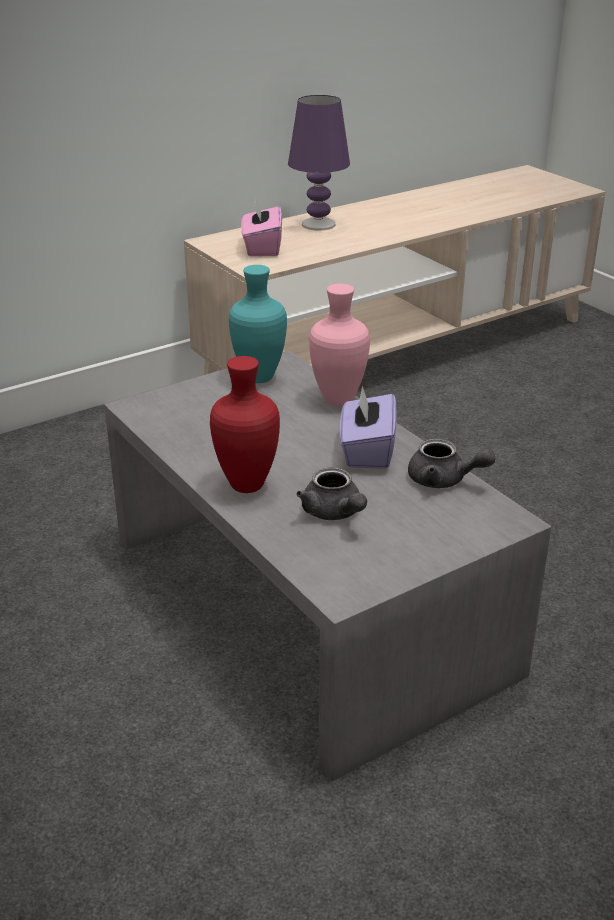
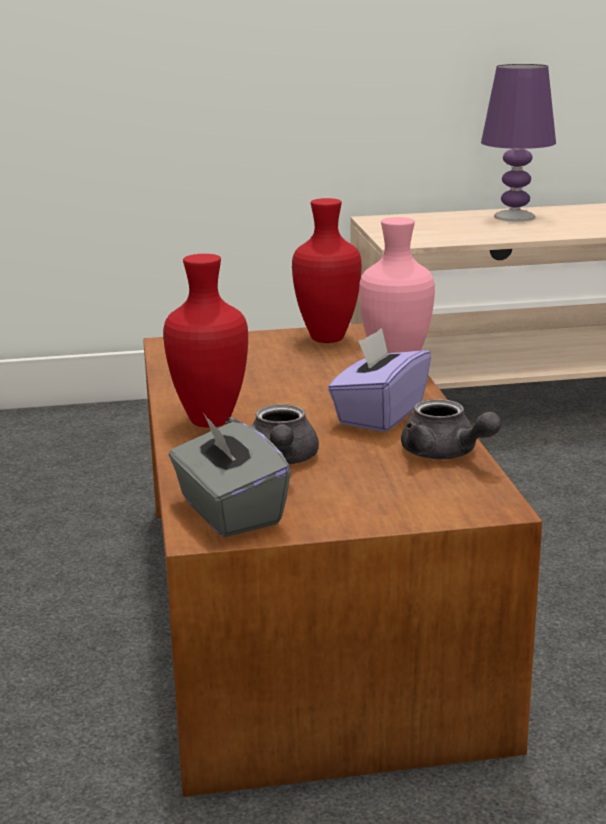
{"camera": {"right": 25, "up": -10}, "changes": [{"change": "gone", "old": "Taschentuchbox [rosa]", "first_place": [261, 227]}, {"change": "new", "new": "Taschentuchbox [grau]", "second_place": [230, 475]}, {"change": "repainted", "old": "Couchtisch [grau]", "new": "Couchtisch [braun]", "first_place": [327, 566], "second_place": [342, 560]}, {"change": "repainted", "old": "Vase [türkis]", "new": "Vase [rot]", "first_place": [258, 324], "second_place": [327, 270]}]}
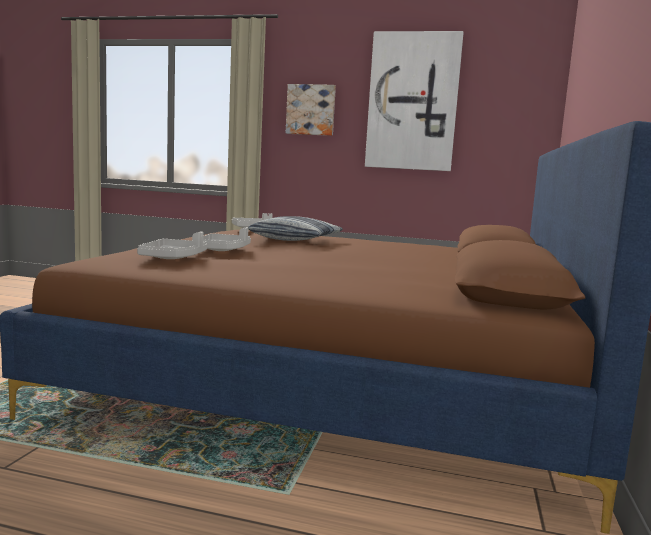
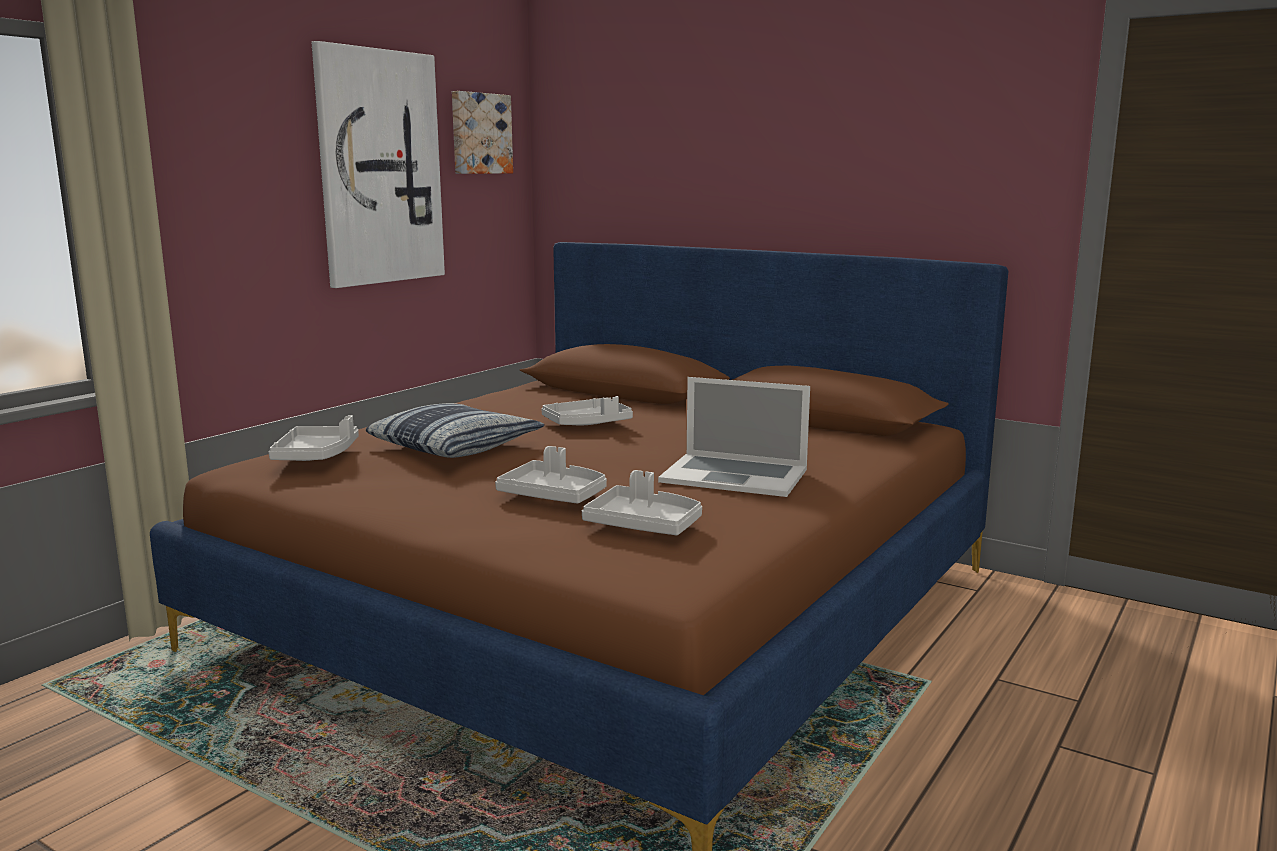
{"camera": {"right": -70, "up": 5}, "changes": [{"change": "new", "new": "Tablett [grau]", "second_place": [587, 410]}, {"change": "new", "new": "Laptop", "second_place": [734, 437]}, {"change": "shifted", "old": "Bild", "first_place": [311, 110], "second_place": [482, 132]}]}
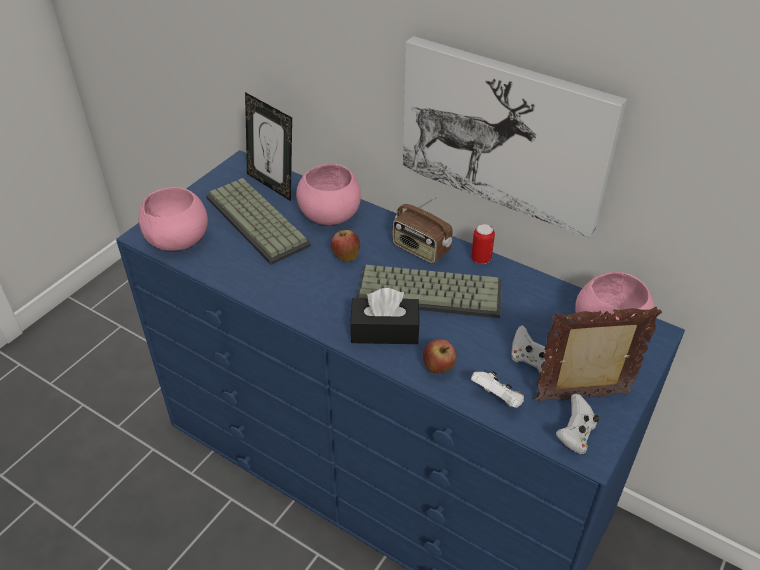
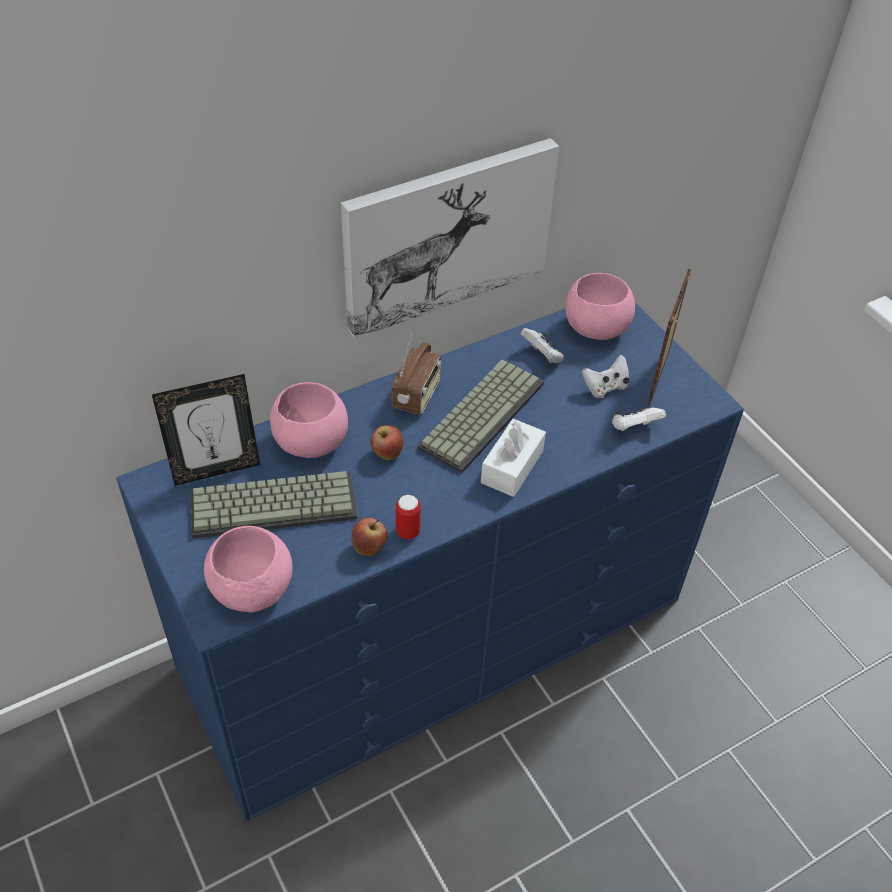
{"camera": {"right": -65, "up": 5}, "changes": [{"change": "shifted", "old": "Apfel", "first_place": [440, 356], "second_place": [369, 537]}, {"change": "shifted", "old": "Dose", "first_place": [483, 244], "second_place": [408, 517]}, {"change": "shifted", "old": "Gamepad [weiß]", "first_place": [577, 424], "second_place": [542, 345]}, {"change": "repainted", "old": "Taschentuchbox [schwarz]", "new": "Taschentuchbox [weiß]", "first_place": [385, 316], "second_place": [513, 458]}, {"change": "rotated", "old": "Radio", "first_place": [422, 230], "second_place": [416, 374], "degrees": -45}]}
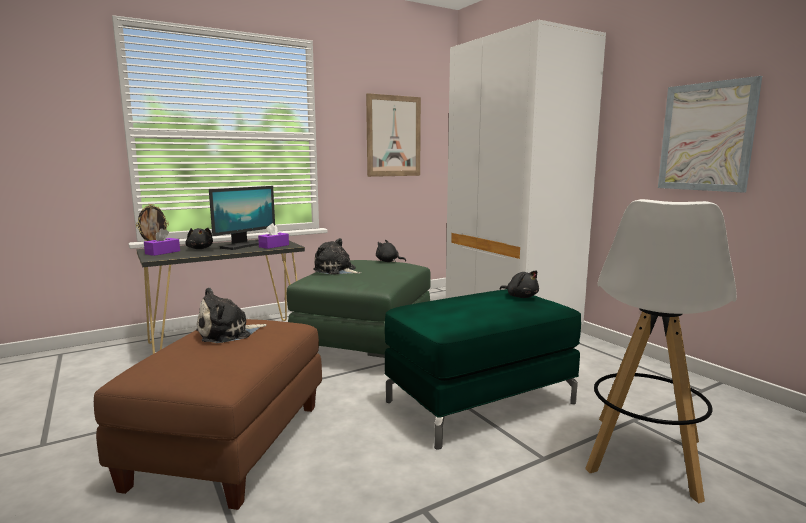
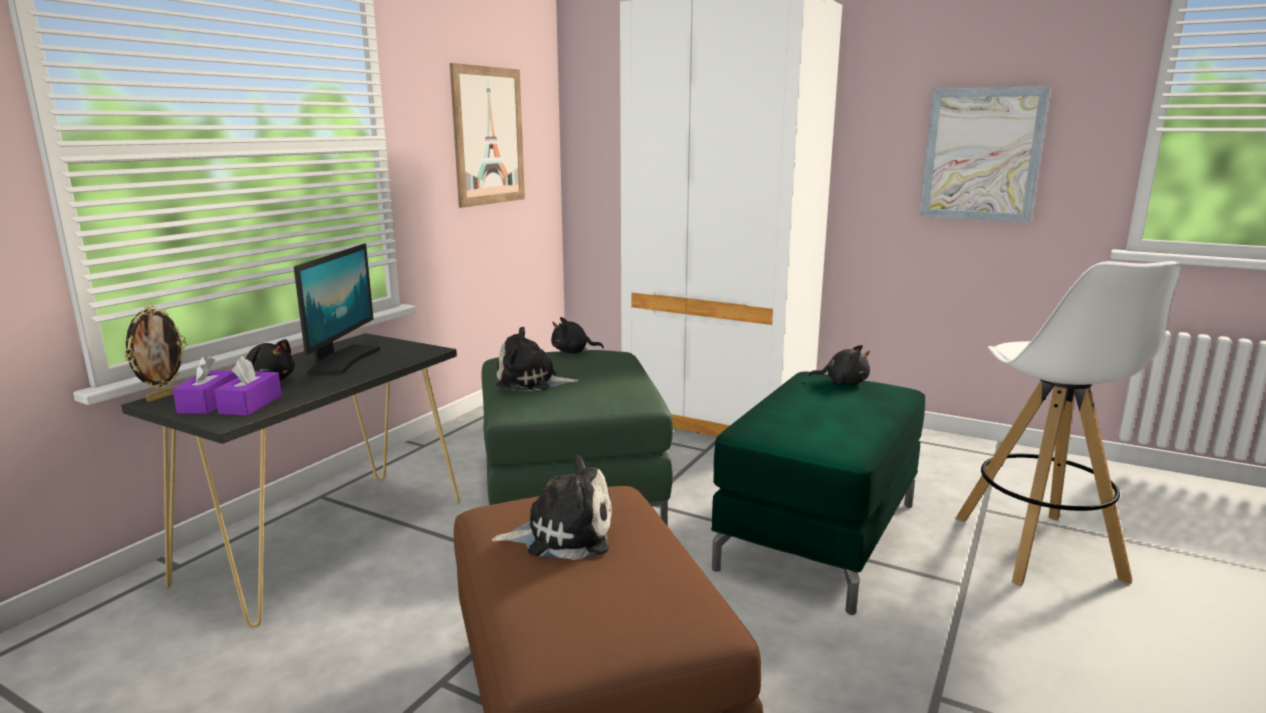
{"camera": {"right": -30, "up": 5}, "changes": [{"change": "shifted", "old": "Taschentuchbox [lila]", "first_place": [273, 236], "second_place": [248, 386]}, {"change": "rotated", "old": "Plüschtier", "first_place": [231, 315], "second_place": [552, 507], "degrees": -120}]}
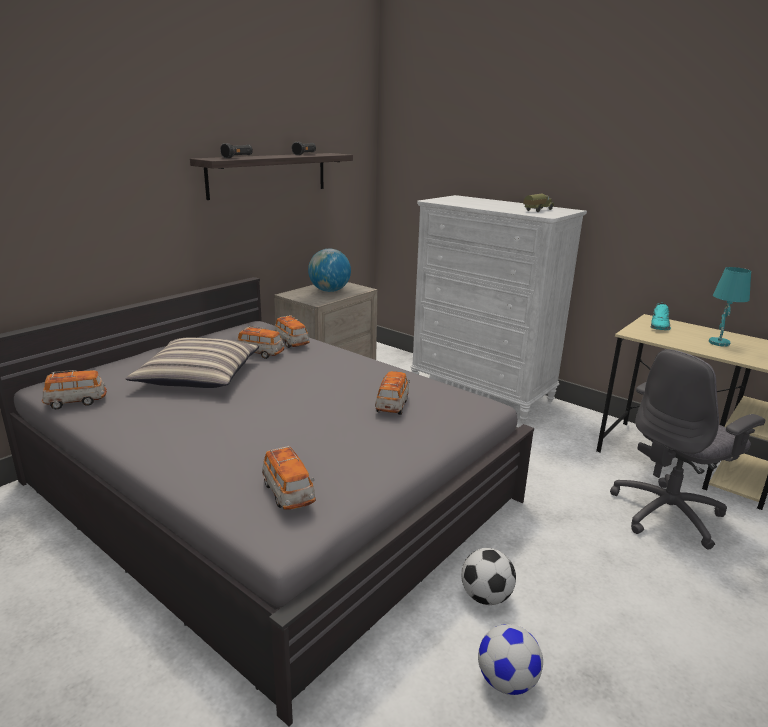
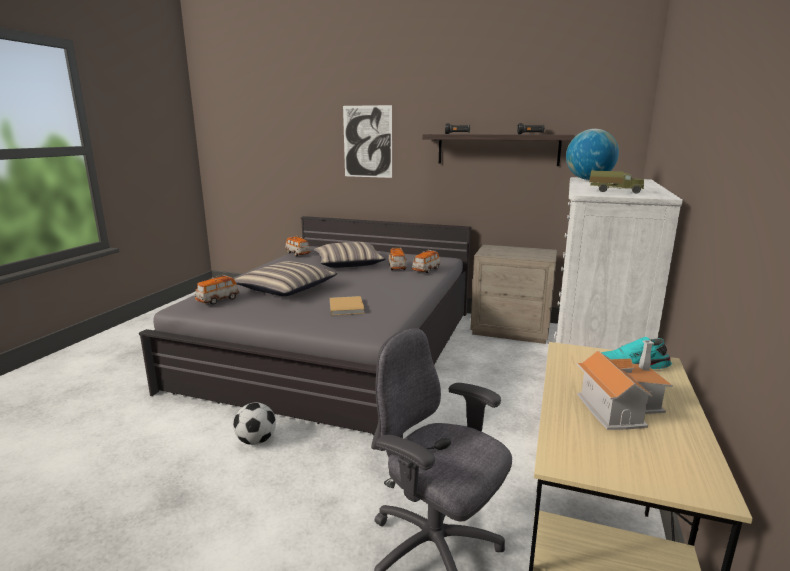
{"camera": {"right": 70, "up": -5}, "changes": [{"change": "gone", "old": "Fußball", "first_place": [510, 659]}, {"change": "new", "new": "Kissen", "second_place": [285, 278]}, {"change": "new", "new": "Bild", "second_place": [367, 141]}, {"change": "shifted", "old": "Globus", "first_place": [329, 270], "second_place": [592, 154]}, {"change": "swapped", "old": "Spielzeugauto", "new": "Buch [beige]", "first_place": [392, 393], "second_place": [347, 306]}, {"change": "swapped", "old": "Tischlampe [türkis]", "new": "Spielzeughaus", "first_place": [729, 307], "second_place": [625, 385]}]}
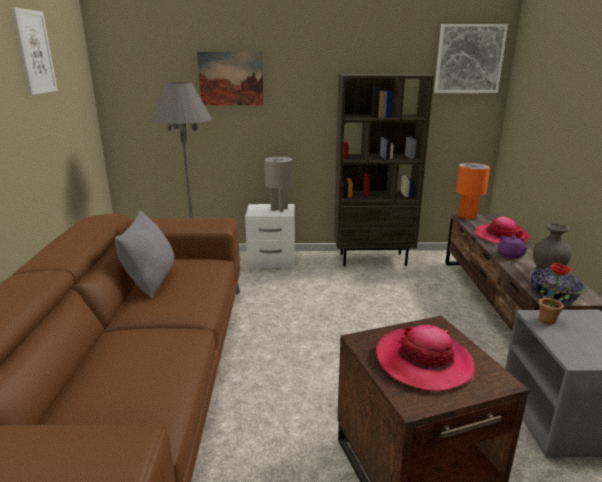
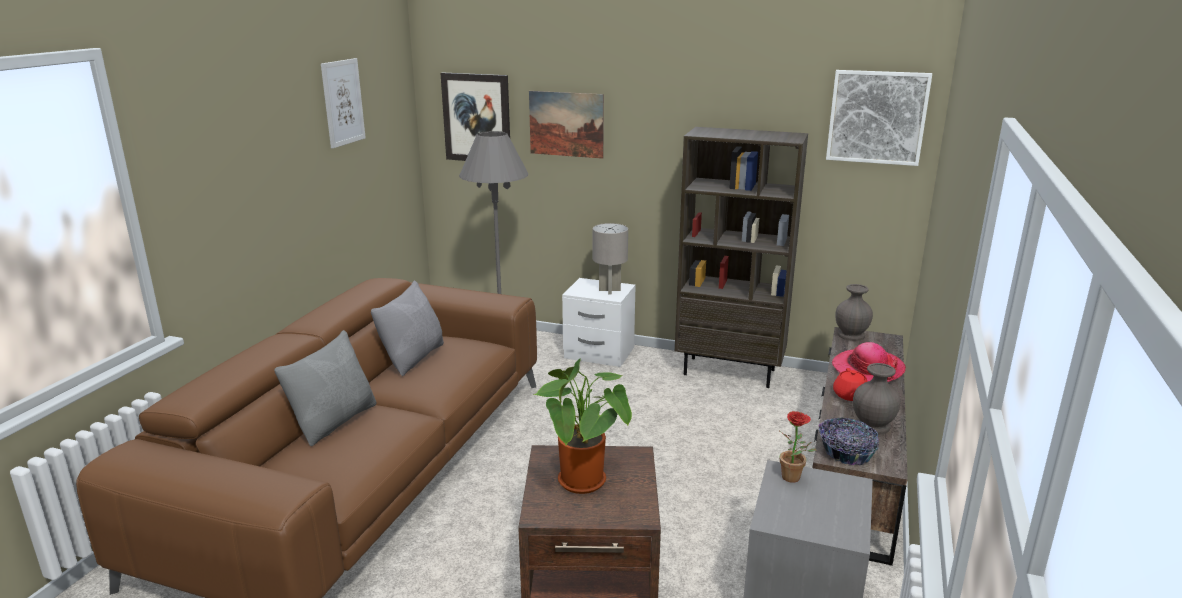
{"camera": {"right": 20, "up": 0}, "changes": [{"change": "new", "new": "Kissen [grau]", "second_place": [325, 388]}, {"change": "new", "new": "Bild", "second_place": [475, 116]}, {"change": "swapped", "old": "Hut", "new": "Topfpflanze", "first_place": [425, 358], "second_place": [582, 426]}, {"change": "swapped", "old": "Tischlampe [orange]", "new": "Vase [grau]", "first_place": [473, 191], "second_place": [854, 312]}, {"change": "repainted", "old": "Teekanne [lila]", "new": "Teekanne [rot]", "first_place": [513, 246], "second_place": [850, 384]}]}
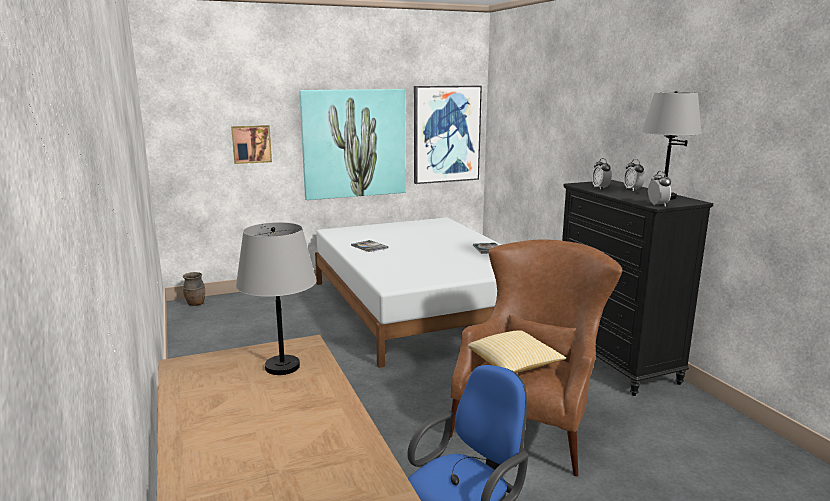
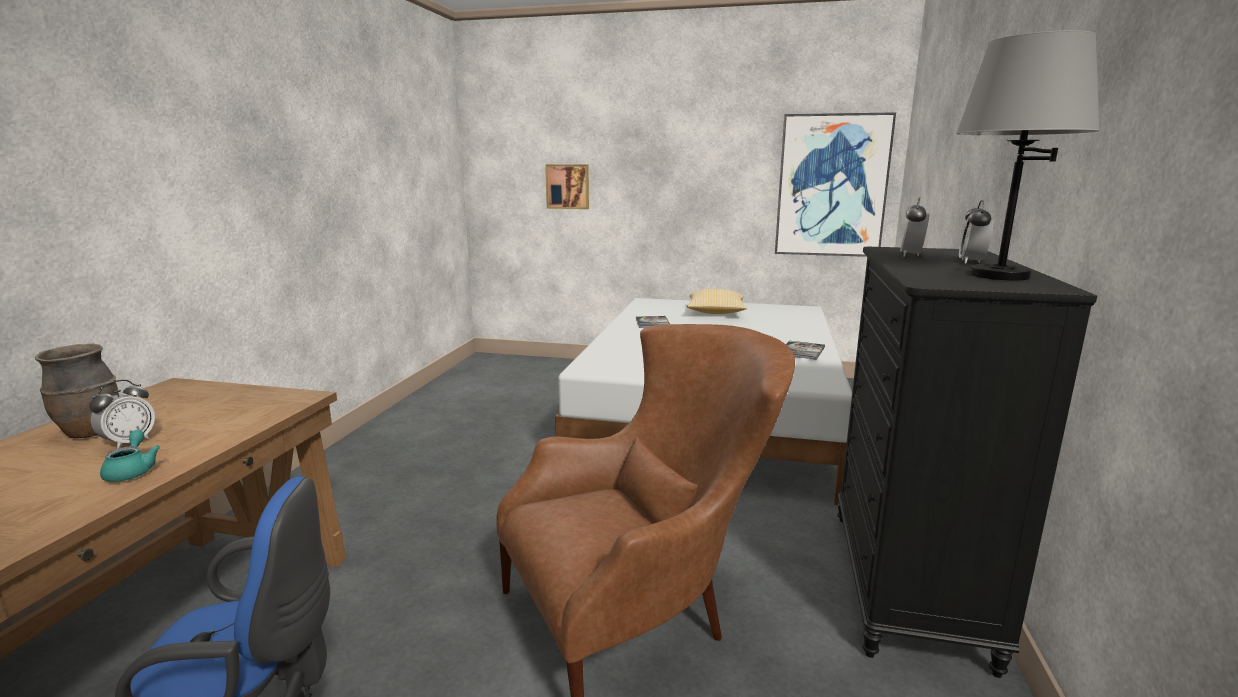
{"camera": {"right": 35, "up": 0}, "changes": [{"change": "gone", "old": "Tischlampe [grau]", "first_place": [276, 298]}, {"change": "gone", "old": "Bild", "first_place": [352, 144]}, {"change": "new", "new": "Teekanne [türkis]", "second_place": [130, 456]}, {"change": "shifted", "old": "Vase [braun]", "first_place": [194, 289], "second_place": [76, 390]}, {"change": "shifted", "old": "Kissen", "first_place": [517, 351], "second_place": [717, 301]}, {"change": "shifted", "old": "Wecker", "first_place": [659, 189], "second_place": [122, 414]}]}
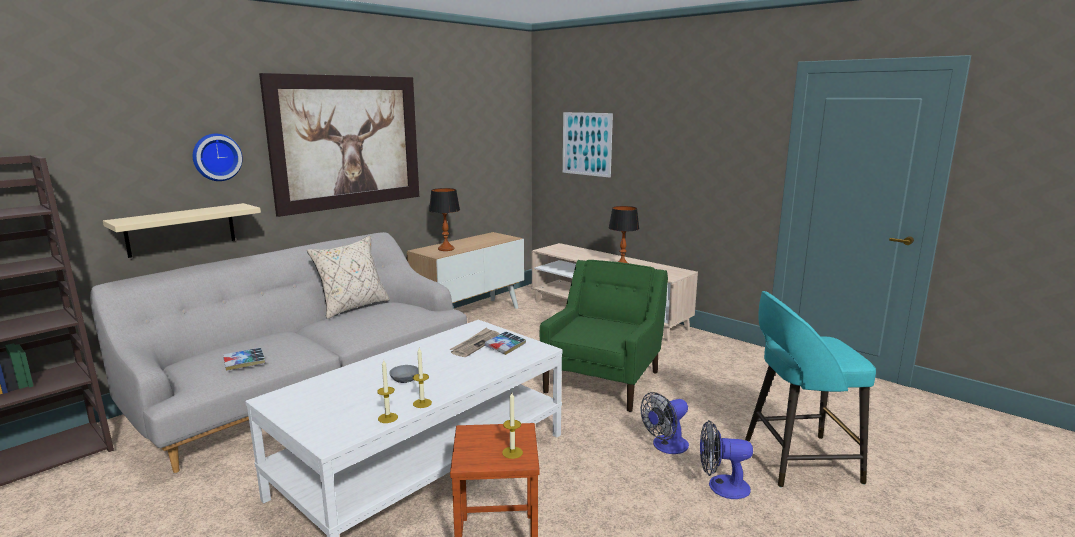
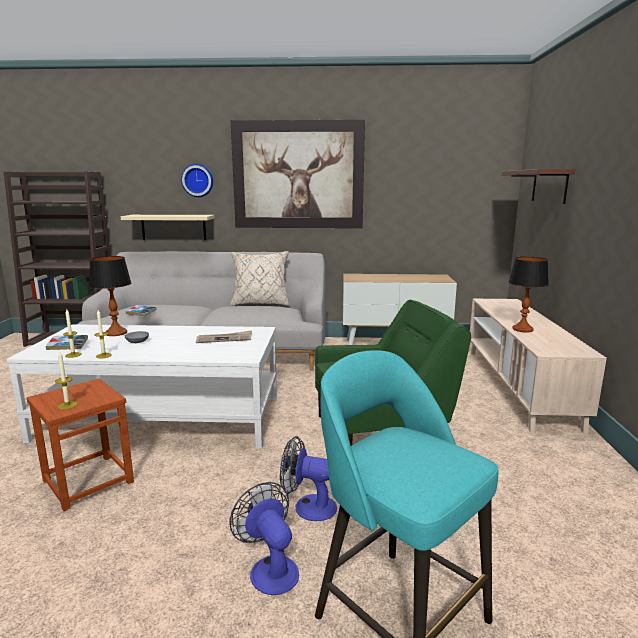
{"camera": {"right": 50, "up": 0}, "changes": [{"change": "shifted", "old": "Tischlampe", "first_place": [444, 219], "second_place": [110, 296]}, {"change": "shifted", "old": "Buch", "first_place": [505, 343], "second_place": [66, 342]}, {"change": "swapped", "old": "Bild", "new": "Wandregal [braun]", "first_place": [588, 145], "second_place": [538, 186]}]}
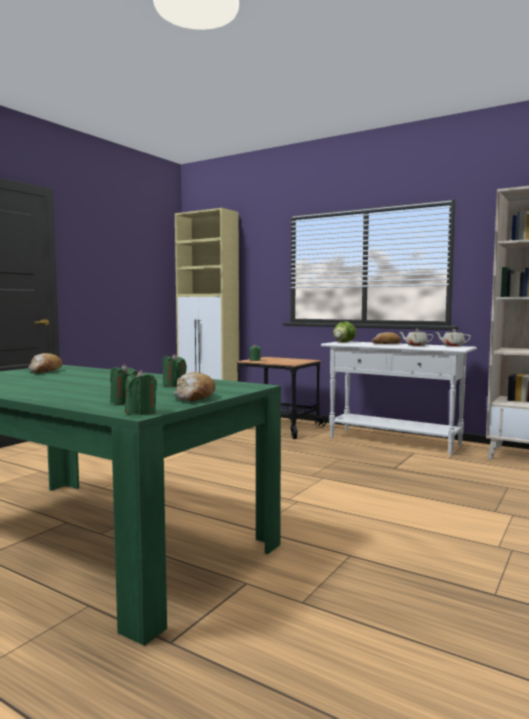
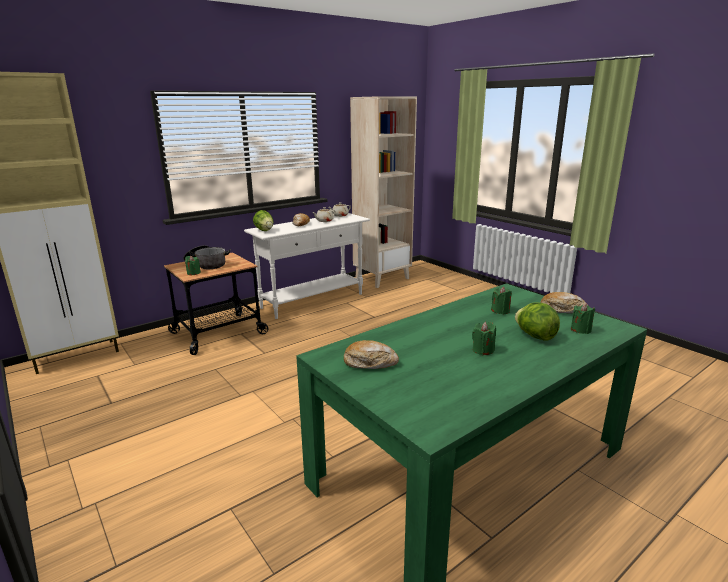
{"camera": {"right": -70, "up": 15}, "changes": [{"change": "new", "new": "Kochtopf", "second_place": [207, 257]}, {"change": "new", "new": "Salatkopf", "second_place": [537, 321]}, {"change": "shifted", "old": "Kerze [grün]", "first_place": [141, 392], "second_place": [484, 338]}]}
